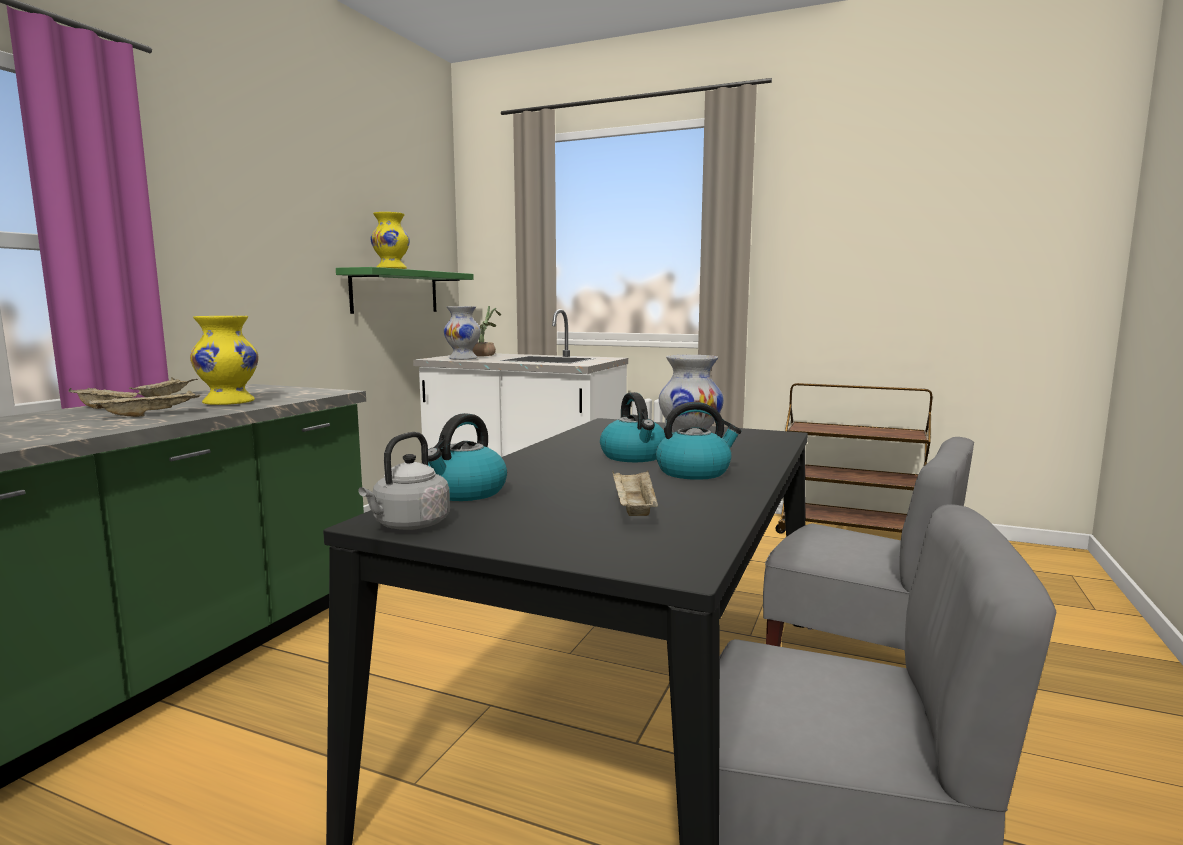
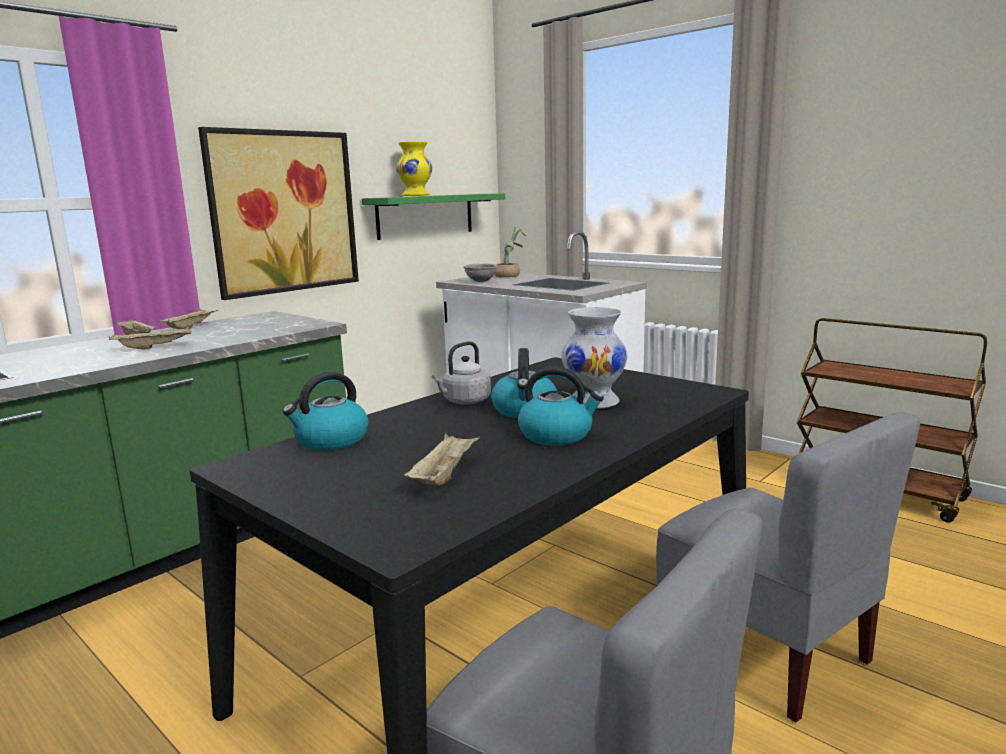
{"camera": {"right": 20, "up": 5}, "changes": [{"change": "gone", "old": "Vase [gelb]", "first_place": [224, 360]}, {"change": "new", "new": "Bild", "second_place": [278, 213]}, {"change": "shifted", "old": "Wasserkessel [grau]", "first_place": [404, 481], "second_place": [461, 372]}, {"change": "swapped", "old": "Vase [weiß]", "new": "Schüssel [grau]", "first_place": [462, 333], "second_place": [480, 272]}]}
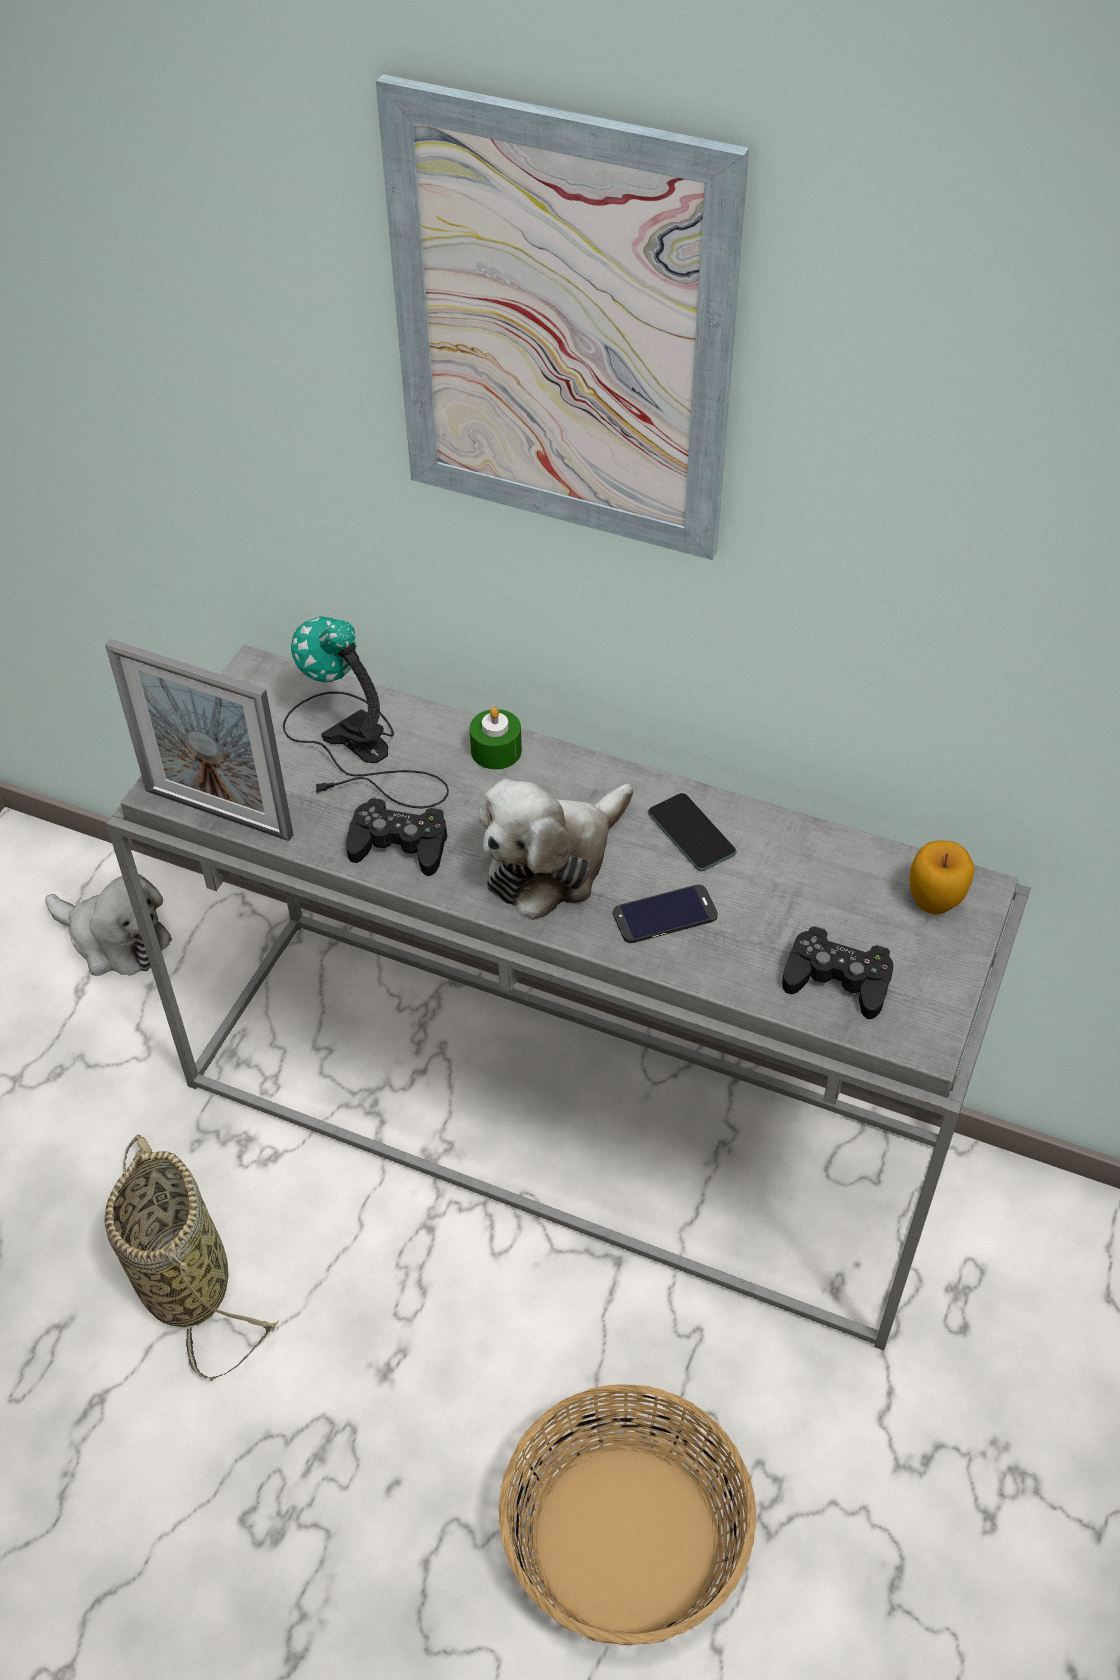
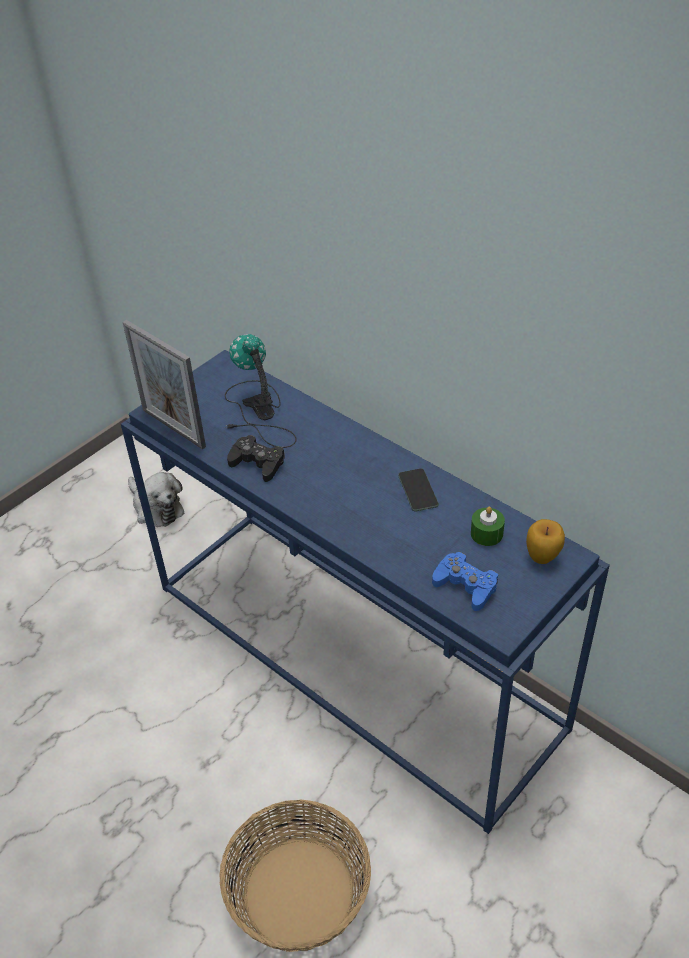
{"camera": {"right": 20, "up": -5}, "changes": [{"change": "gone", "old": "Korb", "first_place": [191, 1258]}, {"change": "gone", "old": "Bild", "first_place": [562, 317]}, {"change": "gone", "old": "Plüschtier", "first_place": [556, 849]}, {"change": "gone", "old": "Handy", "first_place": [665, 914]}, {"change": "shifted", "old": "Kerze [grün]", "first_place": [496, 738], "second_place": [488, 526]}, {"change": "repainted", "old": "Konsolentisch [grau]", "new": "Konsolentisch [blau]", "first_place": [568, 998], "second_place": [365, 592]}, {"change": "repainted", "old": "Gamepad [schwarz]", "new": "Gamepad [blau]", "first_place": [837, 972], "second_place": [465, 581]}]}
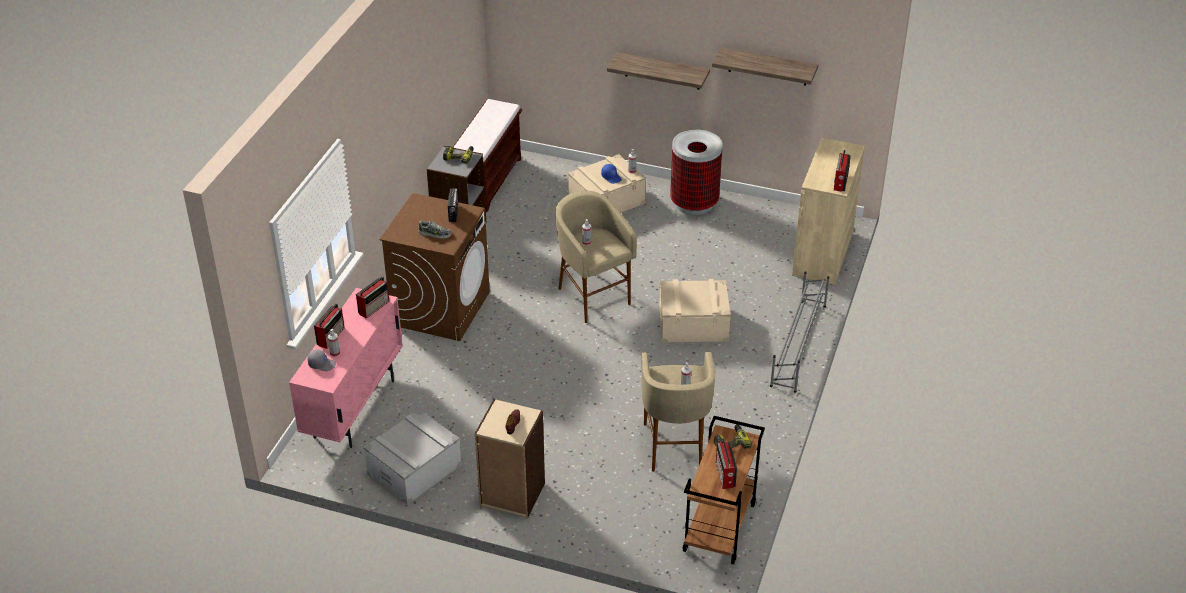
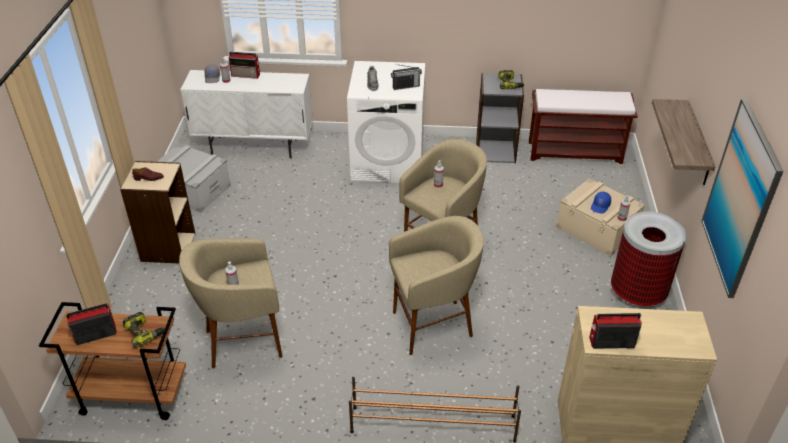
{"camera": {"right": 75, "up": 0}, "changes": [{"change": "gone", "old": "Radio", "first_place": [372, 297]}, {"change": "swapped", "old": "Aufbewahrungsbox [beige]", "new": "Hocker [beige]", "first_place": [695, 311], "second_place": [436, 285]}, {"change": "swapped", "old": "Wandregal", "new": "Bild", "first_place": [765, 66], "second_place": [742, 198]}, {"change": "repainted", "old": "Schrank [rosa]", "new": "Schrank [weiß]", "first_place": [346, 368], "second_place": [246, 114]}, {"change": "repainted", "old": "Waschmaschine [braun]", "new": "Waschmaschine [weiß]", "first_place": [434, 267], "second_place": [386, 122]}, {"change": "repainted", "old": "Schuhregal [grau]", "new": "Schuhregal [braun]", "first_place": [799, 332], "second_place": [435, 409]}]}
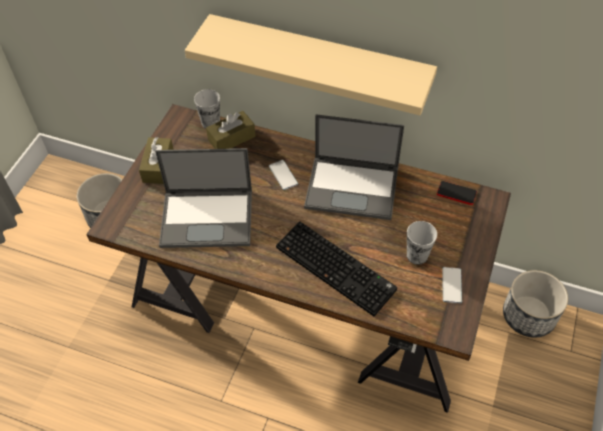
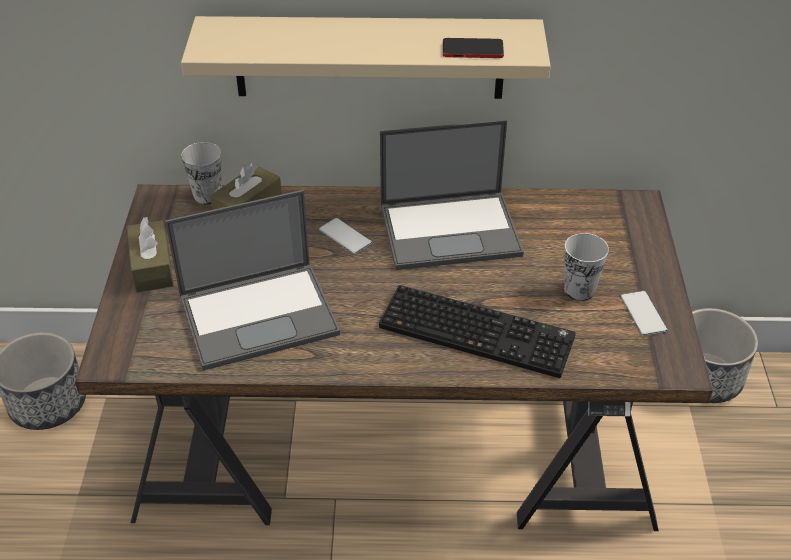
{"camera": {"right": -20, "up": -10}, "changes": [{"change": "shifted", "old": "Handy", "first_place": [457, 193], "second_place": [473, 48]}]}
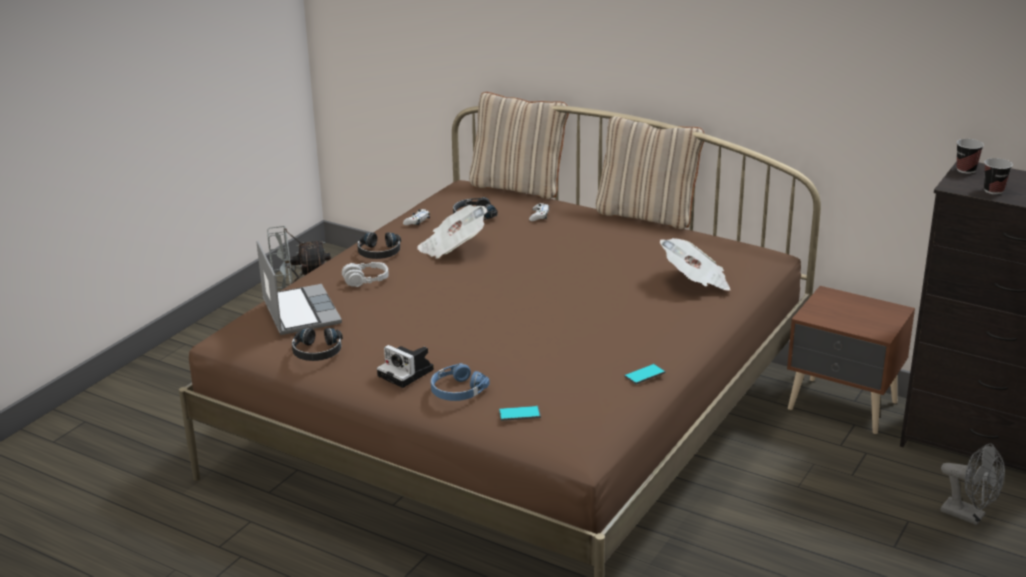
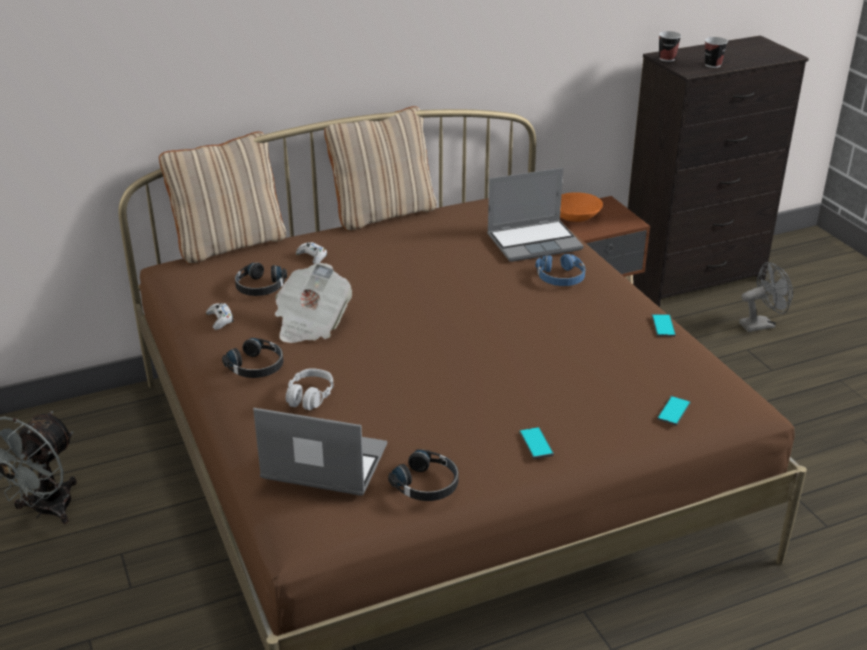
{"camera": {"right": -55, "up": 5}, "changes": [{"change": "new", "new": "Schüssel [orange]", "second_place": [581, 207]}, {"change": "shifted", "old": "Kopfhörer [blau]", "first_place": [460, 382], "second_place": [560, 270]}, {"change": "swapped", "old": "Kamera", "new": "Handy", "first_place": [405, 366], "second_place": [536, 443]}, {"change": "swapped", "old": "Zeitung", "new": "Laptop", "first_place": [695, 264], "second_place": [535, 215]}]}
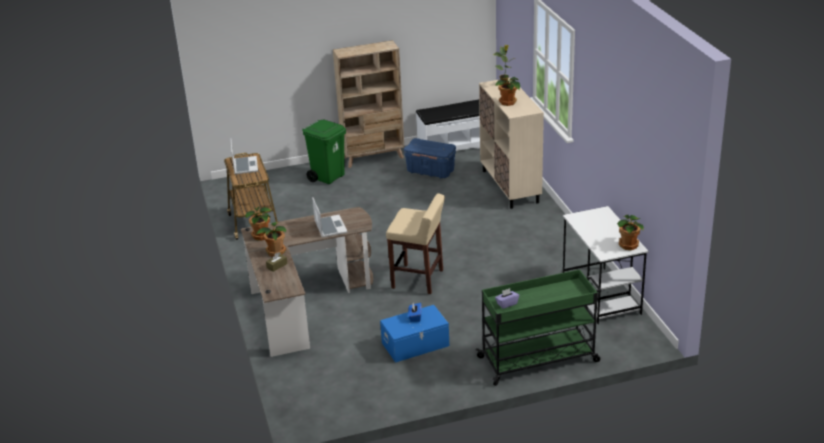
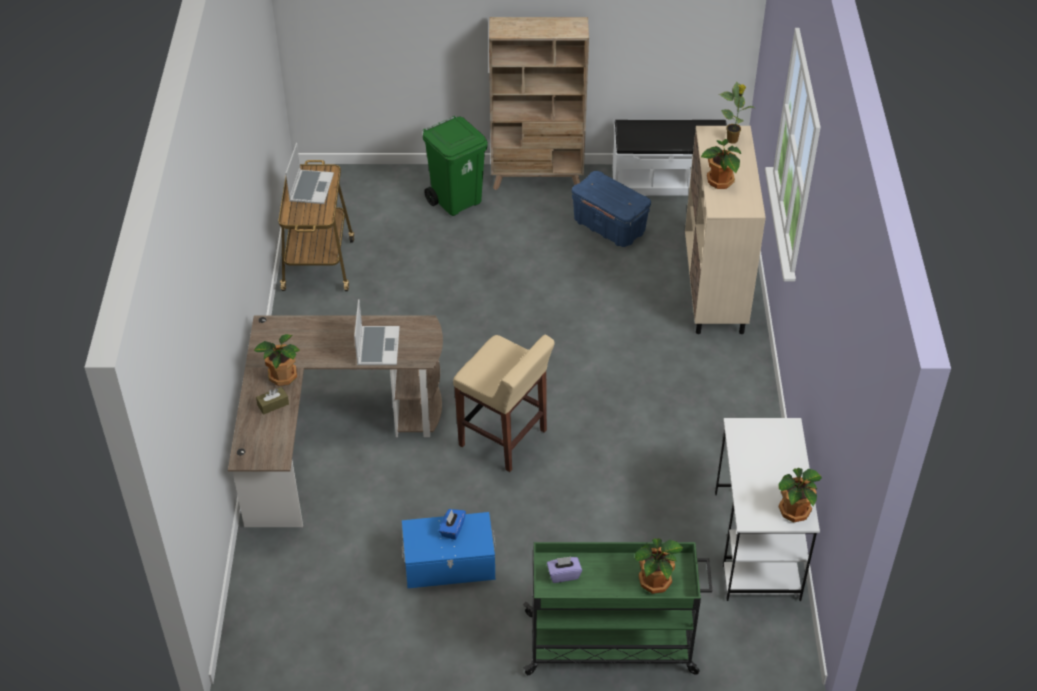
{"camera": {"right": 15, "up": 15}, "changes": [{"change": "shifted", "old": "Topfpflanze", "first_place": [258, 224], "second_place": [659, 566]}]}
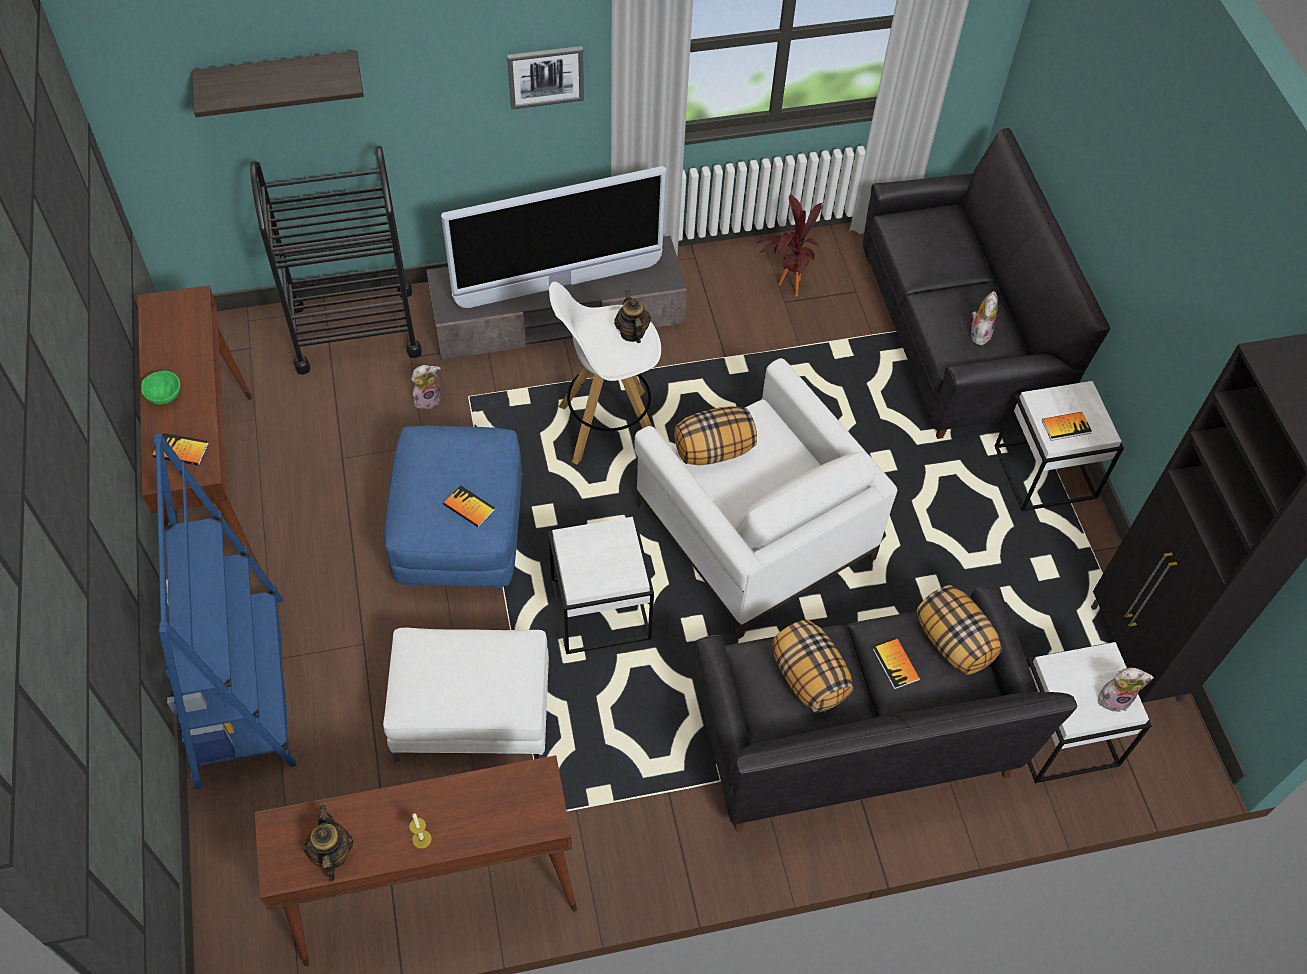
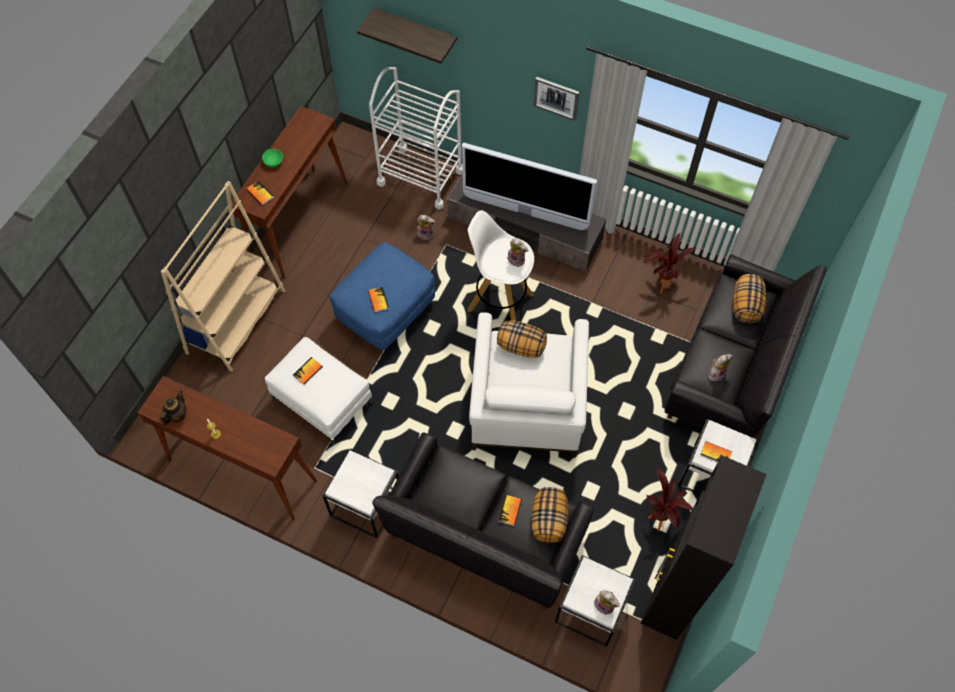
{"camera": {"right": 40, "up": 5}, "changes": [{"change": "new", "new": "Buch", "second_place": [308, 371]}, {"change": "new", "new": "Topfpflanze", "second_place": [669, 499]}, {"change": "shifted", "old": "Beistelltisch [weiß]", "first_place": [601, 585], "second_place": [361, 493]}, {"change": "shifted", "old": "Kissen", "first_place": [812, 666], "second_place": [749, 298]}, {"change": "swapped", "old": "Teekanne", "new": "Plüschtier", "first_place": [632, 316], "second_place": [517, 252]}, {"change": "repainted", "old": "Bücherregal [blau]", "new": "Bücherregal [beige]", "first_place": [225, 611], "second_place": [223, 276]}, {"change": "repainted", "old": "Rollwagen [schwarz]", "new": "Rollwagen [weiß]", "first_place": [336, 260], "second_place": [416, 138]}]}
